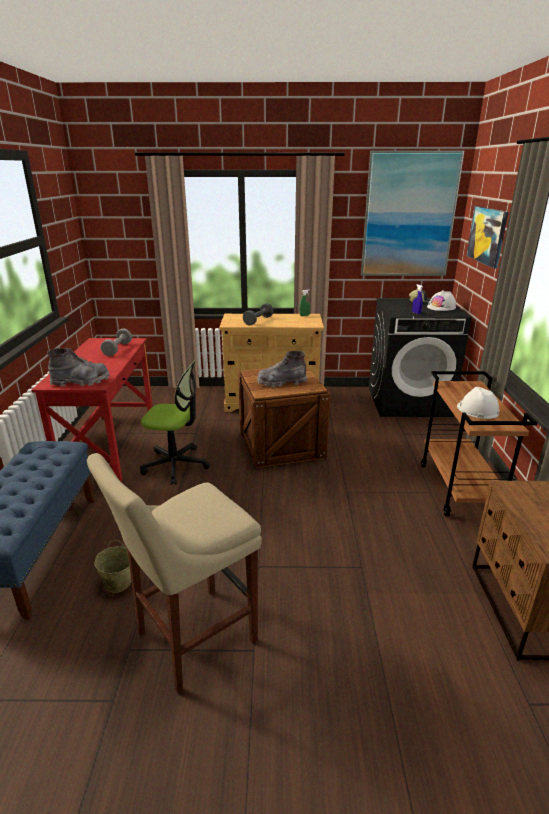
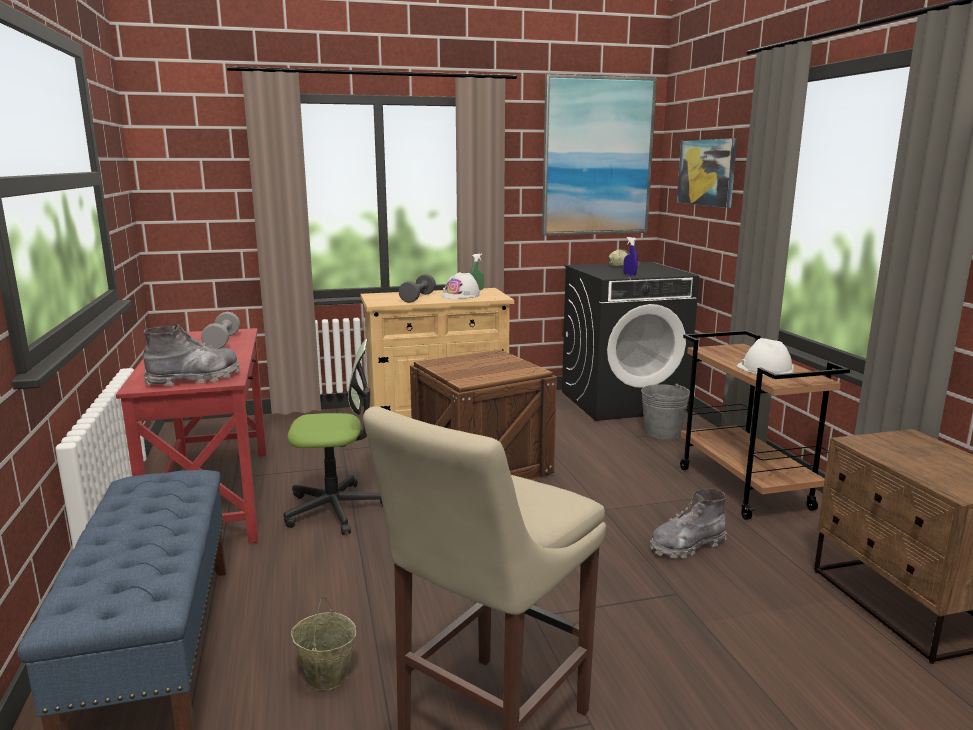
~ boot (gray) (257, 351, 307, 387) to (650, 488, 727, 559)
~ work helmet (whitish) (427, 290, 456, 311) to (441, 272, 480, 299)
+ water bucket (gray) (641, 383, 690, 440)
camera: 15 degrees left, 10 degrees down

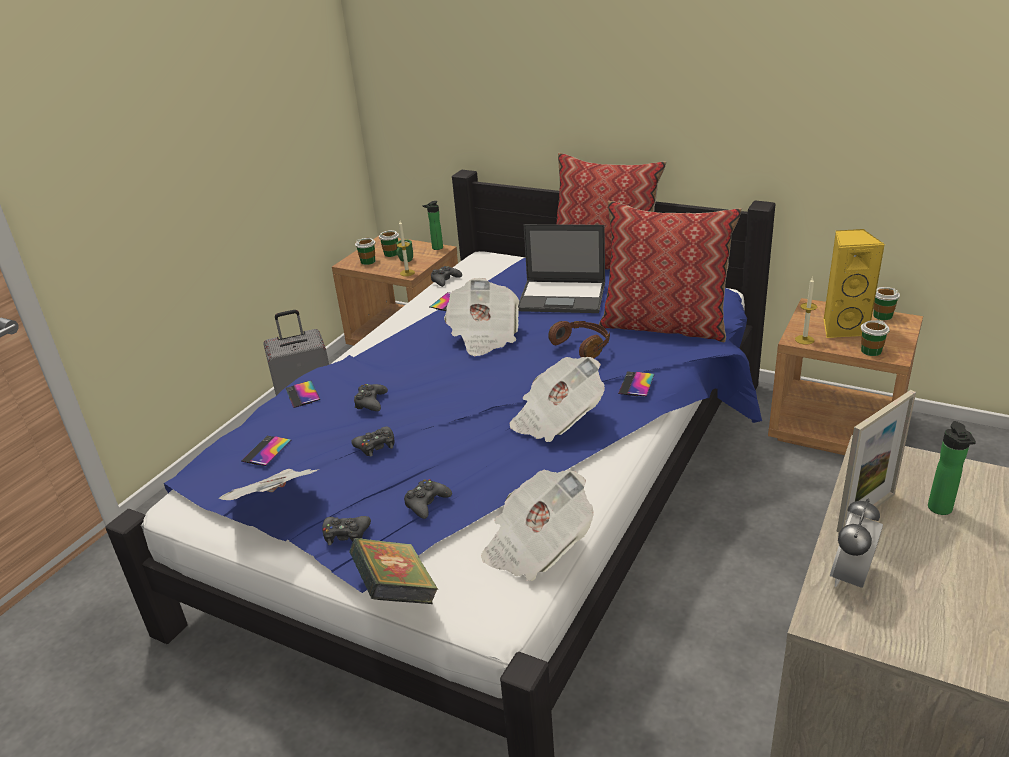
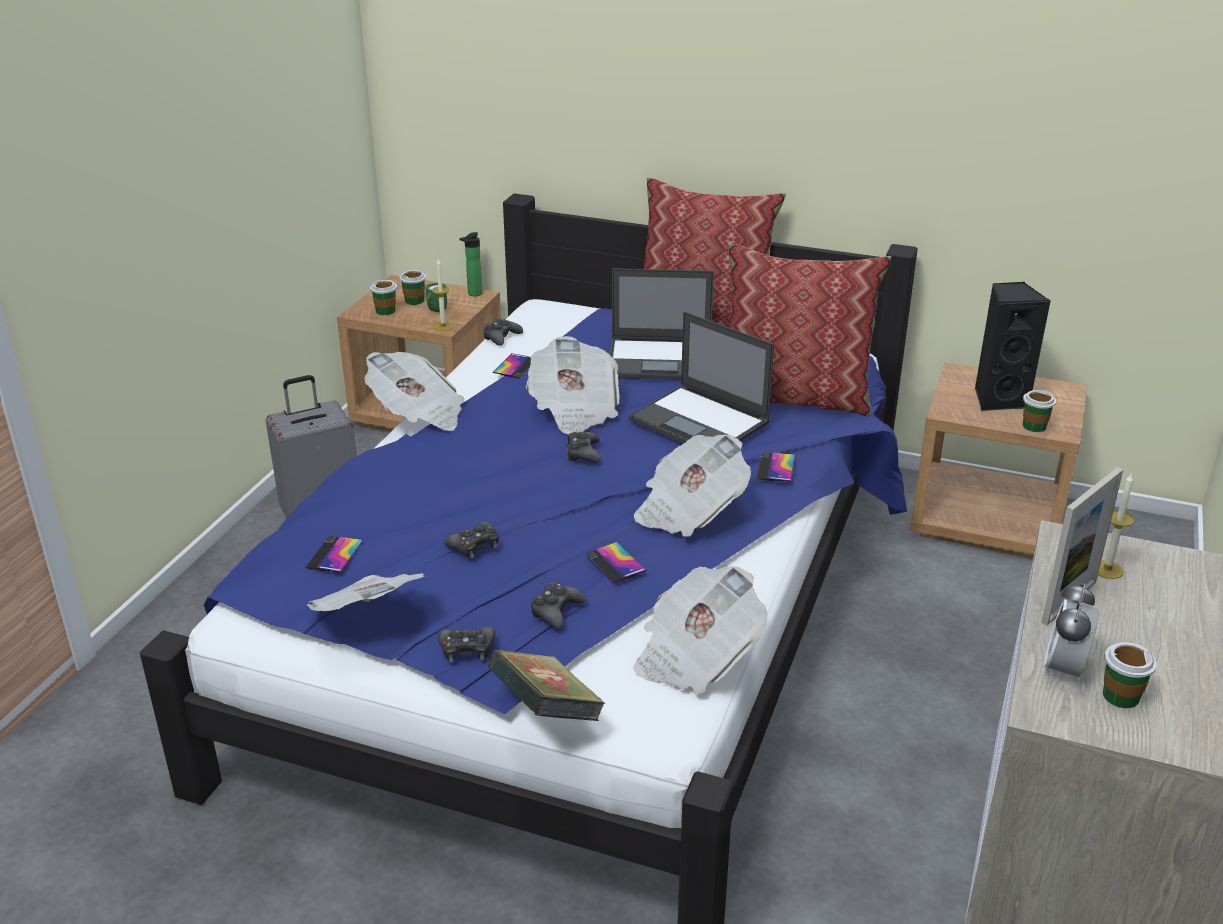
~ handset (285, 381, 320, 408) to (585, 542, 647, 583)
~ joypad (black) (354, 384, 388, 411) to (567, 432, 601, 463)
~ pair of headphones (brown-coloured) (548, 321, 610, 358) to notebook computer (629, 312, 774, 444)
~ wax candle (795, 277, 817, 345) to (1098, 472, 1134, 579)
~ audio speaker (yellowish) (824, 229, 885, 338) to audio speaker (black) (975, 282, 1051, 411)
~ cup (873, 287, 900, 320) to (1103, 642, 1157, 708)
- bottle (928, 421, 976, 515)
+ daily paper (364, 352, 465, 431)
camera: 10 degrees left, 0 degrees up

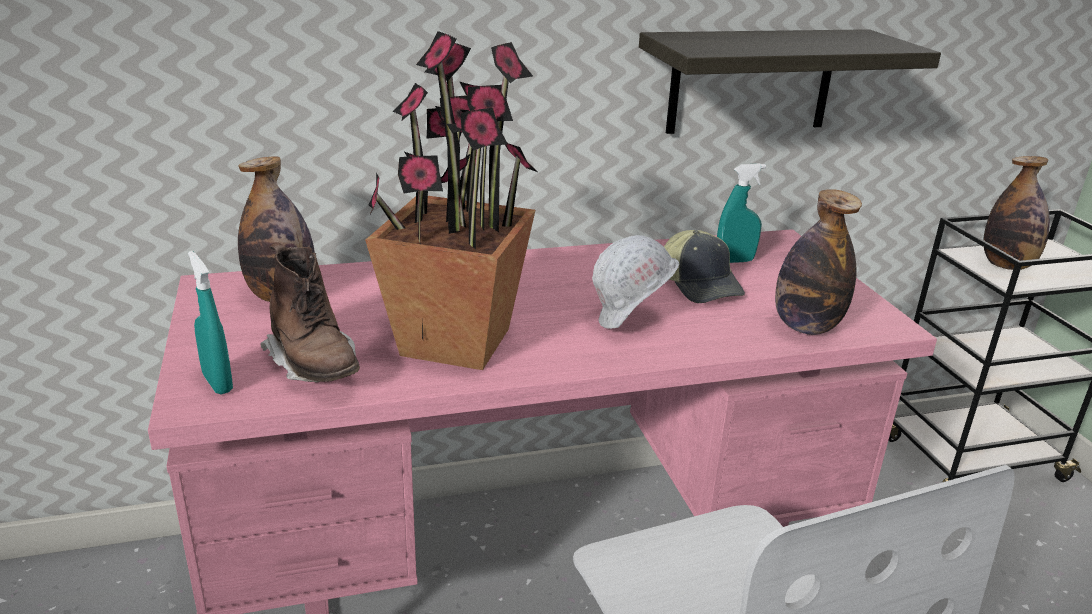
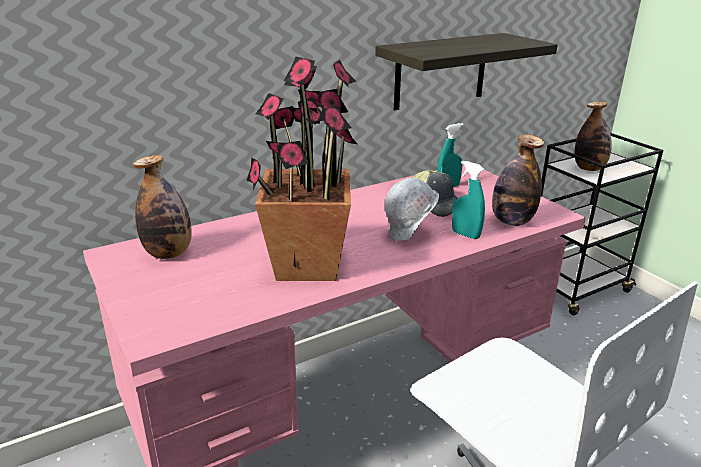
~ hand sprayer (turquoise) (188, 251, 233, 394) to (452, 161, 485, 239)
- boot (brown-coloured) (260, 242, 360, 383)
camera: 15 degrees left, 0 degrees up

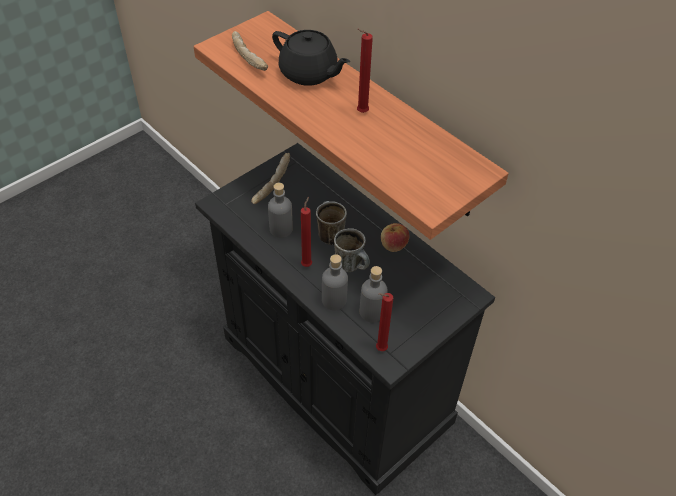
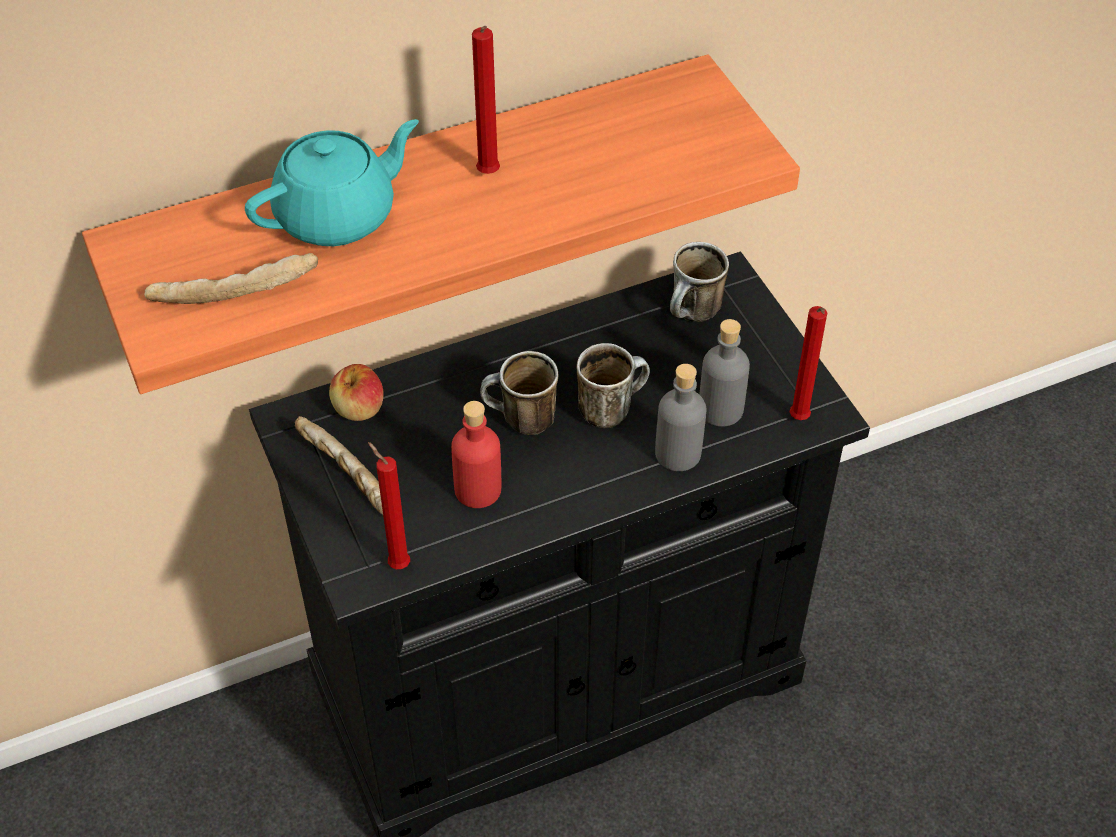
~ bottle (gray) (268, 183, 293, 238) to bottle (red-coloured) (451, 401, 501, 508)
~ pot for tea (black) (272, 30, 350, 86) to pot for tea (turquoise) (245, 119, 419, 246)
~ wax candle (red-coloured) (301, 197, 312, 267) to (368, 442, 410, 569)
~ apple (381, 223, 409, 252) to (329, 364, 383, 421)
+ mug (670, 242, 729, 322)
camera: 70 degrees left, 0 degrees up

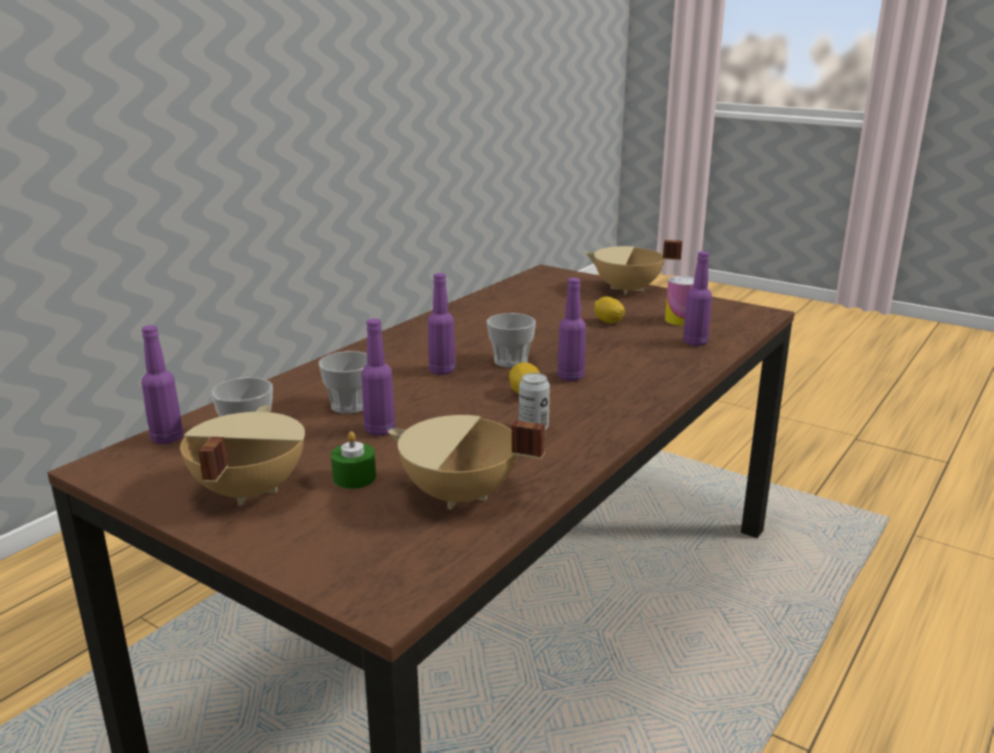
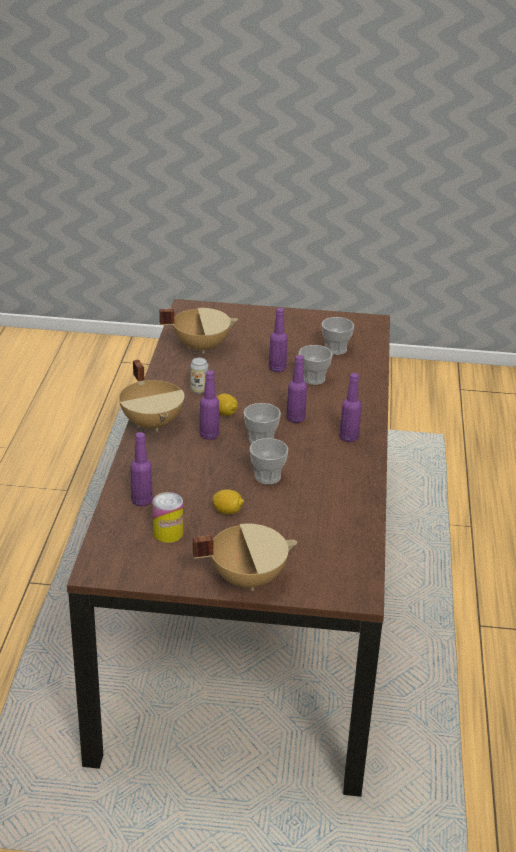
~ bottle (purple) (141, 325, 183, 444) to (339, 373, 361, 442)
~ stockpot (beige-coloured) (180, 405, 305, 505) to (119, 360, 184, 432)
- wax candle (green) (331, 431, 376, 489)
+ cup (250, 438, 288, 484)
camera: 150 degrees right, 10 degrees up

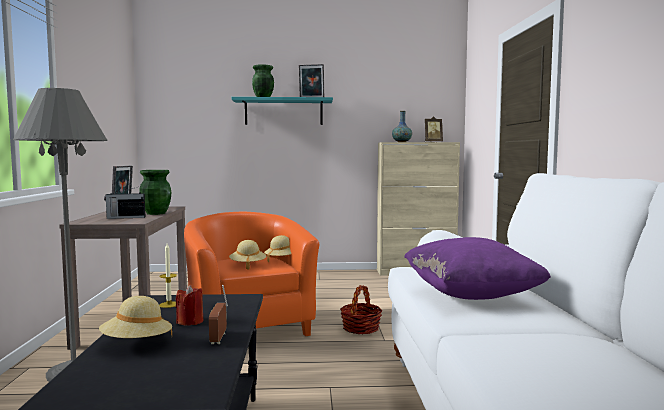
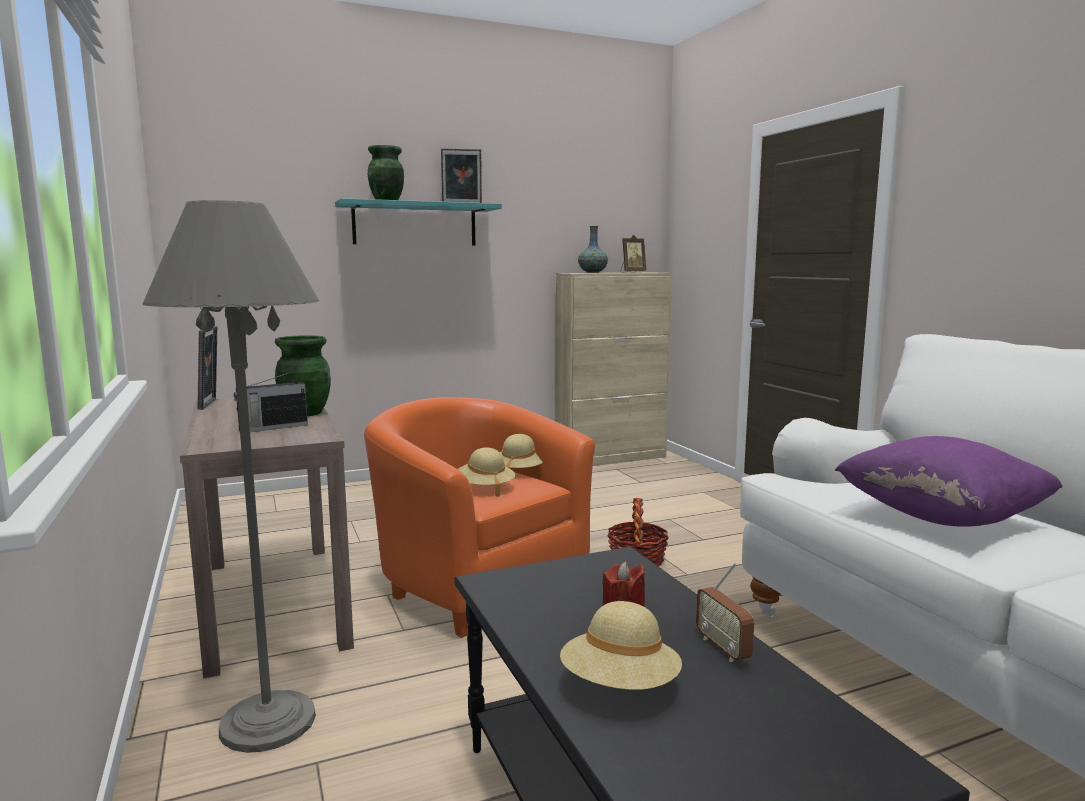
- wax candle (159, 244, 177, 308)
camera: 20 degrees left, 5 degrees up

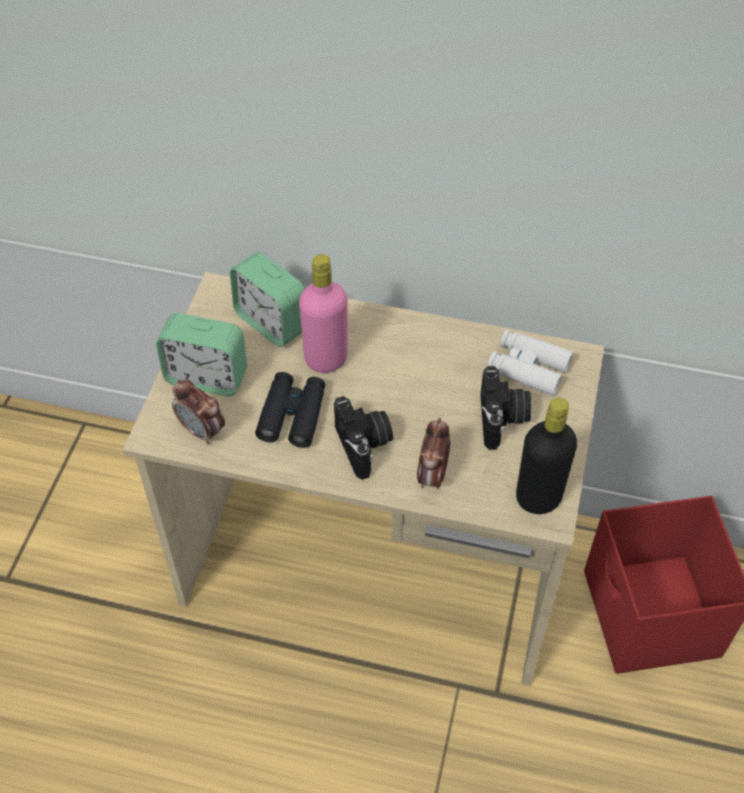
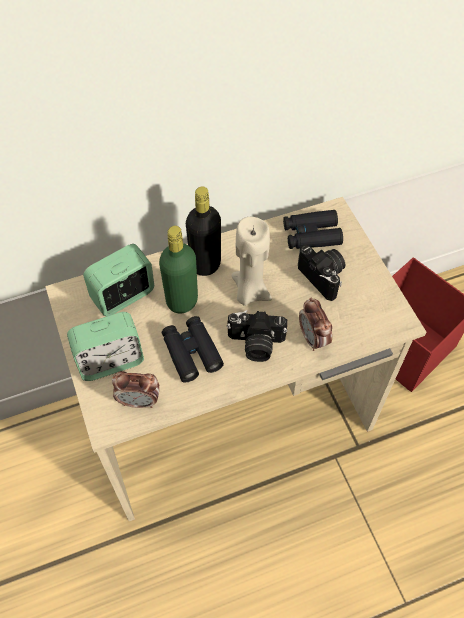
~ alarm clock (230, 252, 305, 347) = (83, 244, 154, 316) 135 degrees clockwise
~ bottle (pink) (299, 254, 348, 373) to bottle (green) (159, 226, 198, 314)
~ photo camera (334, 396, 393, 480) = (226, 310, 288, 362) 150 degrees clockwise
~ field glasses (whitish) (487, 329, 573, 396) to field glasses (black) (283, 210, 343, 249)
~ bottle (black) (516, 398, 577, 514) to (186, 186, 221, 276)
+ wax candle (beige-coloured) (232, 217, 272, 306)
camera: 35 degrees left, 5 degrees up

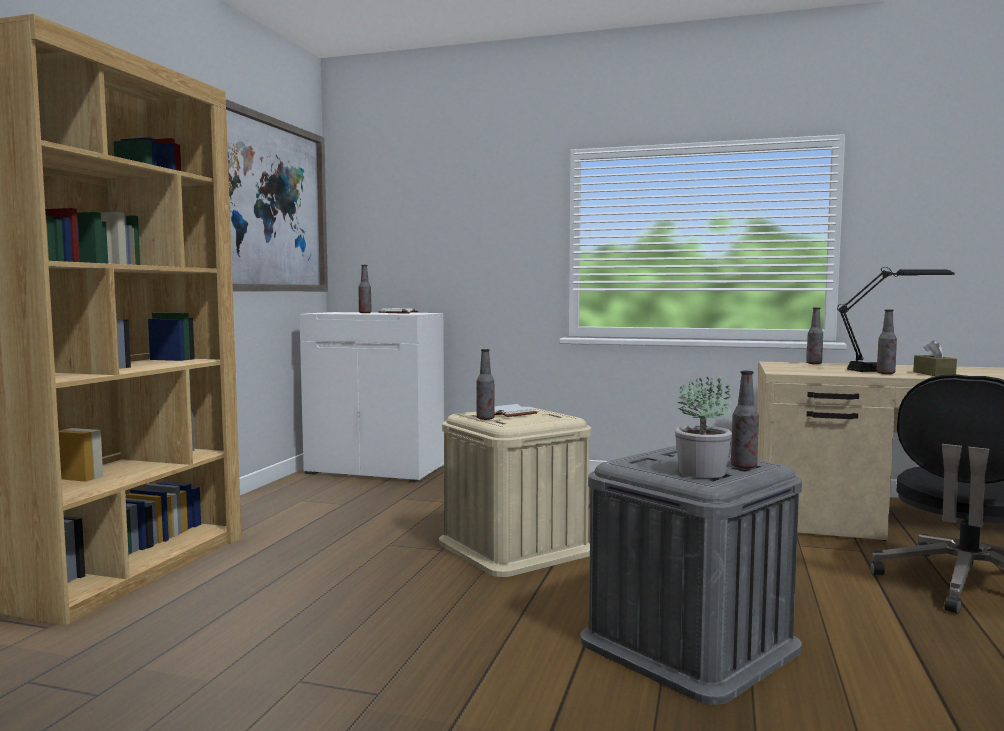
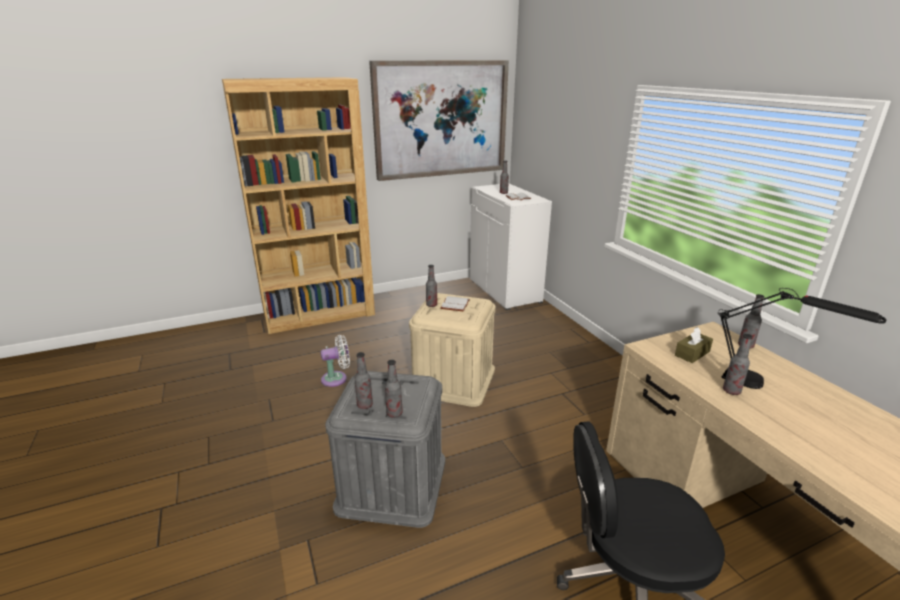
~ potted plant (675, 375, 732, 478) to bottle (355, 352, 373, 409)
~ tissue box (brown-coloured) (913, 340, 957, 376) to (675, 327, 713, 363)
+ electric fan (whitish) (320, 335, 350, 387)
camera: 50 degrees right, 20 degrees up

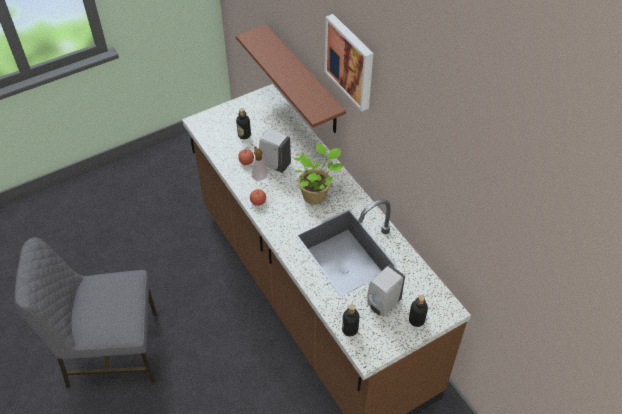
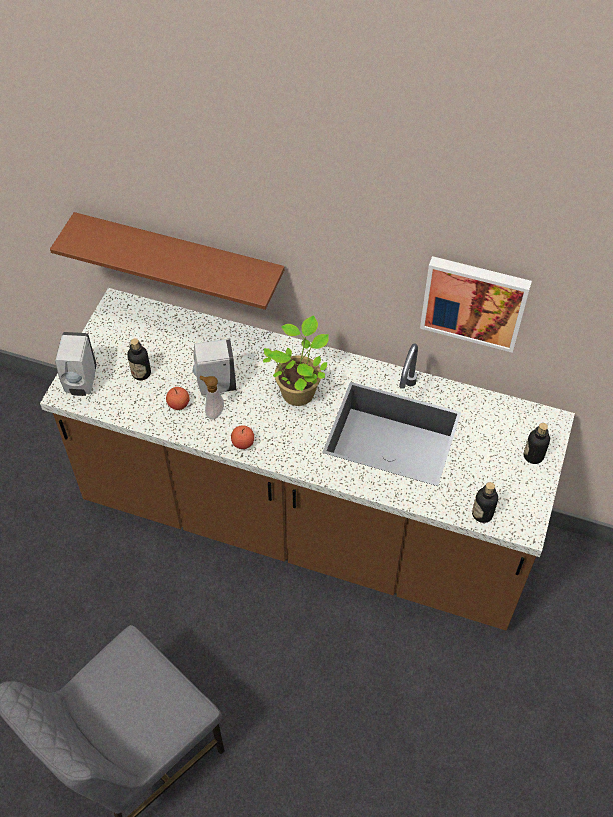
~ wall picture (324, 14, 373, 111) to (420, 256, 532, 353)
~ liquid soap bottle (whitish) (367, 265, 405, 317) to (55, 332, 97, 396)
camera: 40 degrees left, 5 degrees up

